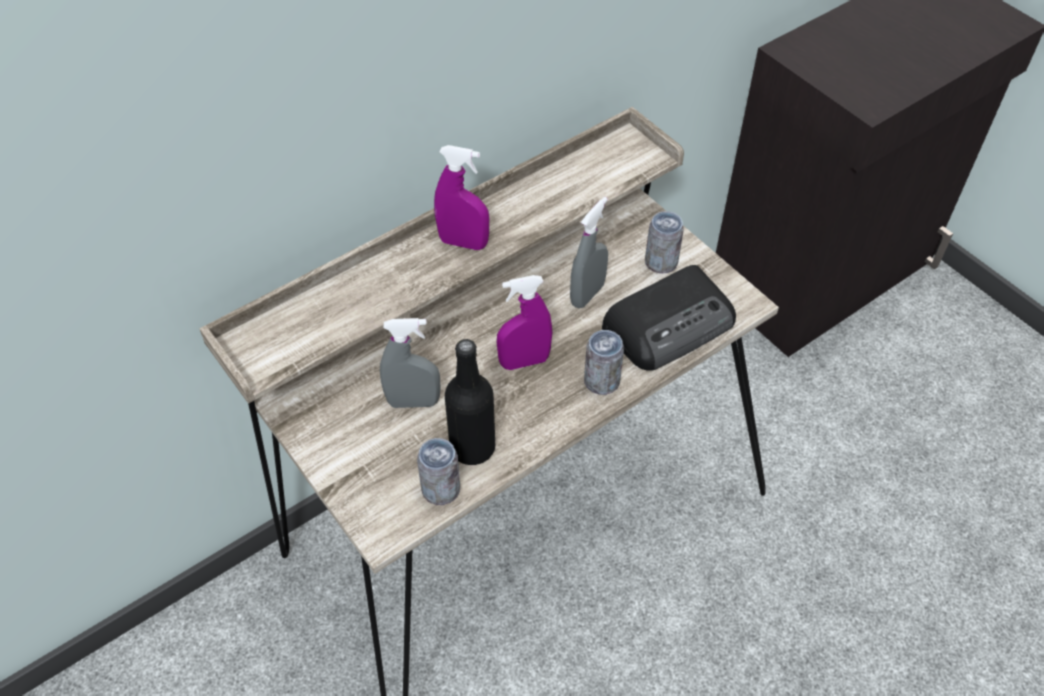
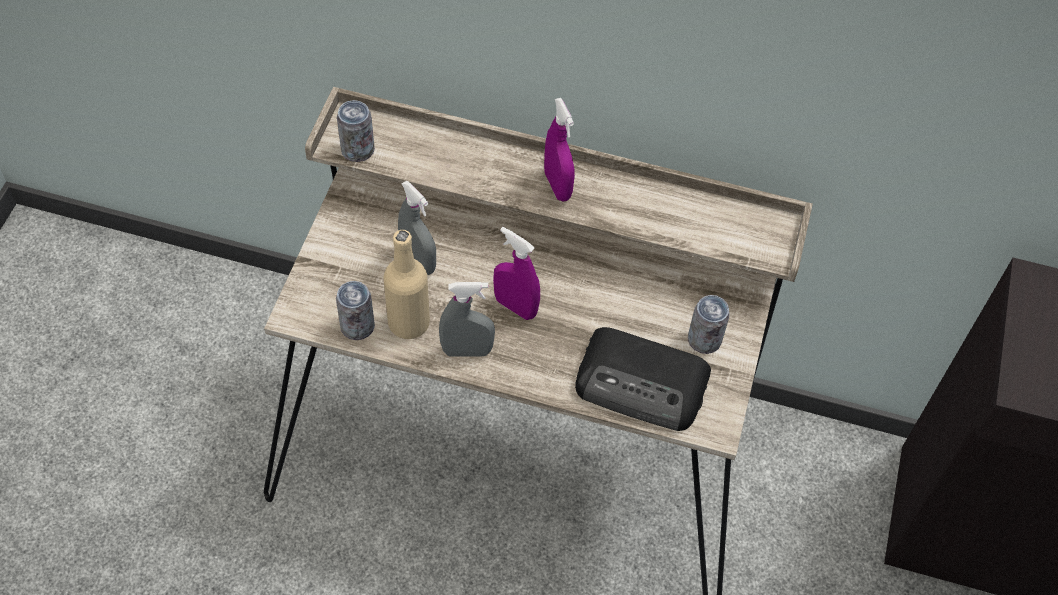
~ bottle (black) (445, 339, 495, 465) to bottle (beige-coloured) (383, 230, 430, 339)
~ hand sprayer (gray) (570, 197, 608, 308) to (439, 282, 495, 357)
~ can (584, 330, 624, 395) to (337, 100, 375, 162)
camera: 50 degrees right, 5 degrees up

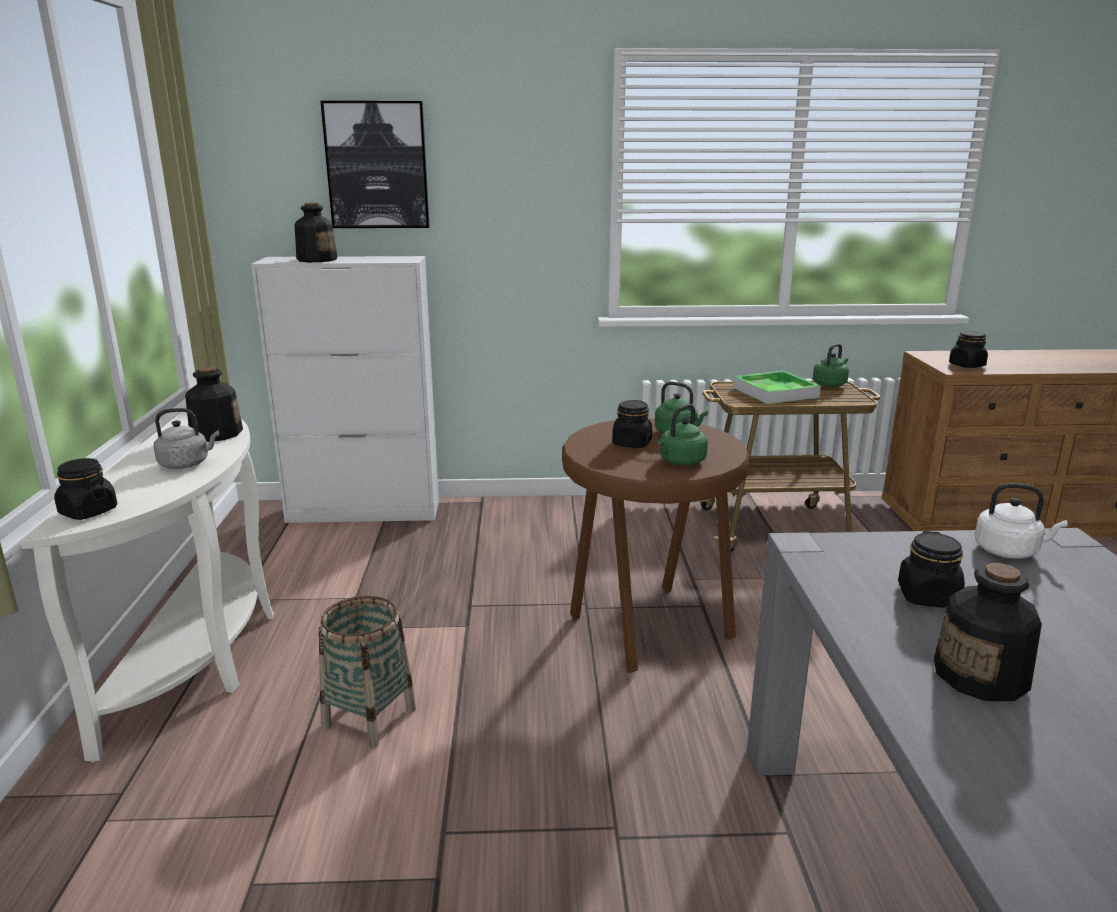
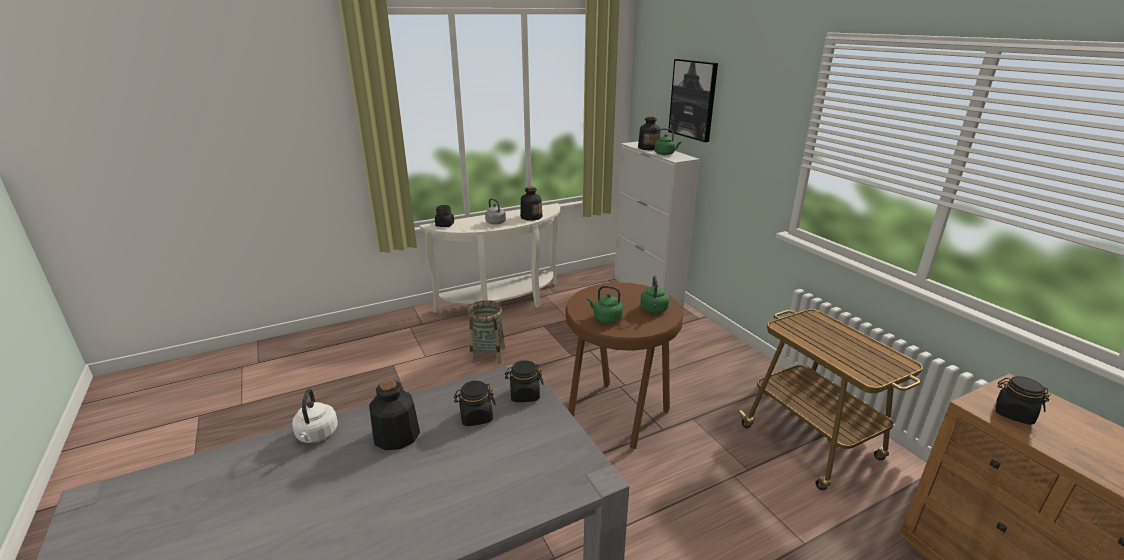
~ preserve jar (black) (612, 400, 652, 448) to (505, 360, 543, 402)
- tray (733, 371, 821, 404)
~ water kettle (green) (813, 344, 849, 387) to (654, 128, 681, 155)
~ water kettle (whitish) (975, 483, 1068, 559) to (292, 389, 338, 443)
camera: 65 degrees right, 5 degrees up

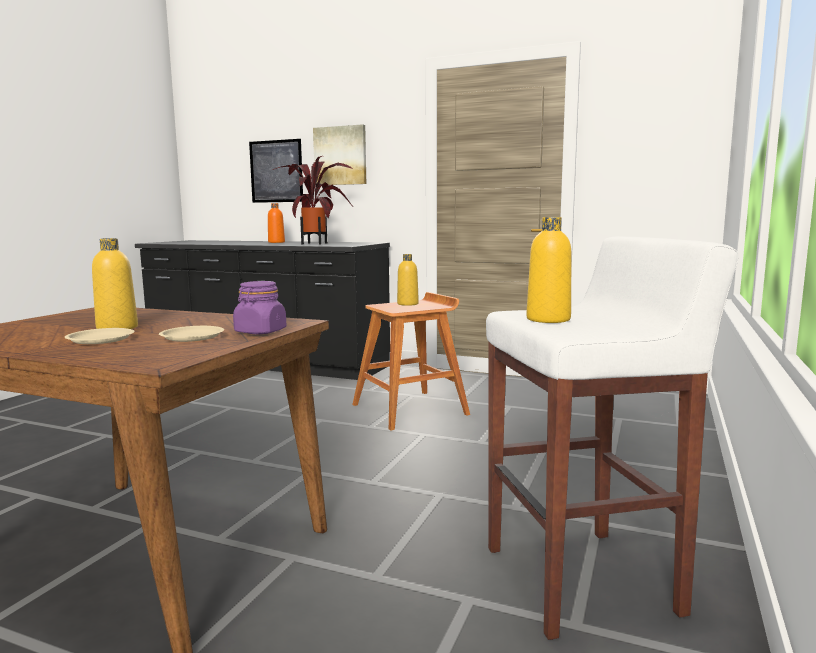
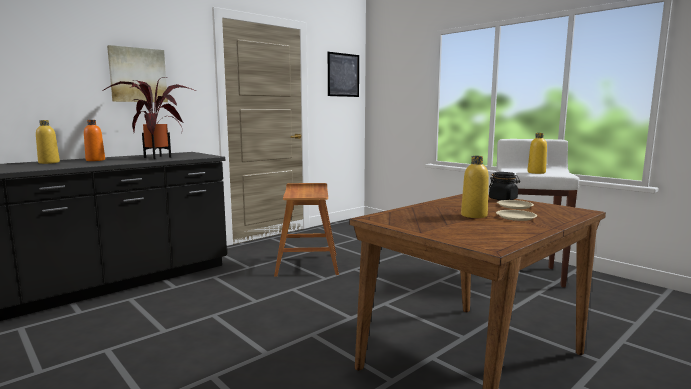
~ preserve jar (purple) (233, 281, 287, 334) to preserve jar (black) (489, 172, 520, 200)
~ wall picture (249, 139, 303, 203) to (328, 52, 359, 97)
~ bottle (yellowish) (397, 254, 419, 306) to (36, 120, 60, 164)
camera: 65 degrees left, 0 degrees up

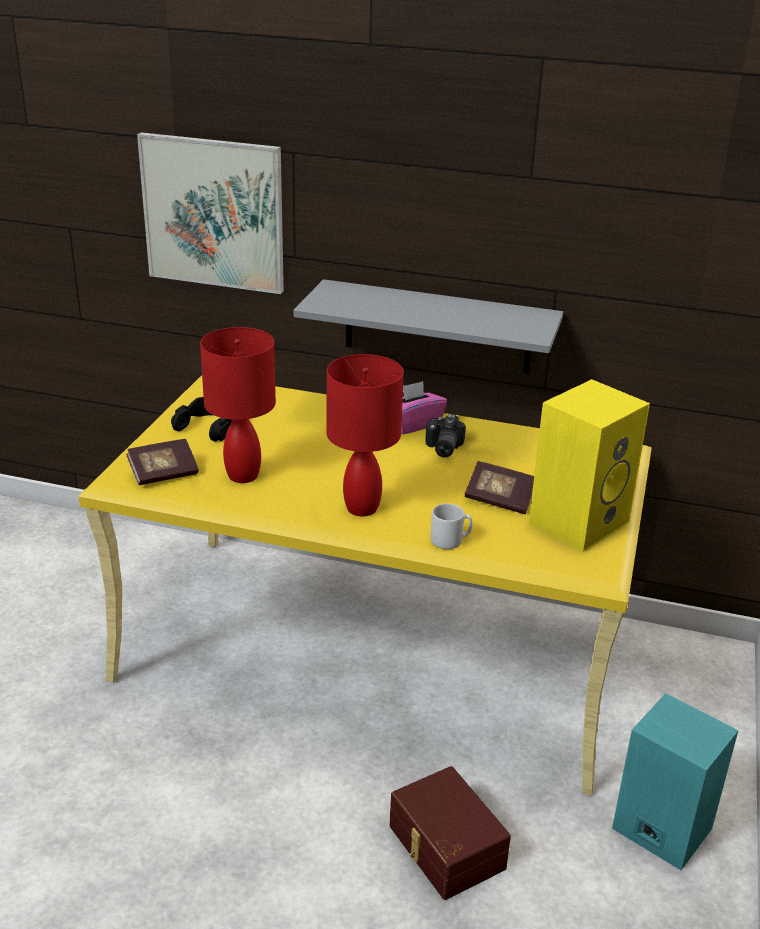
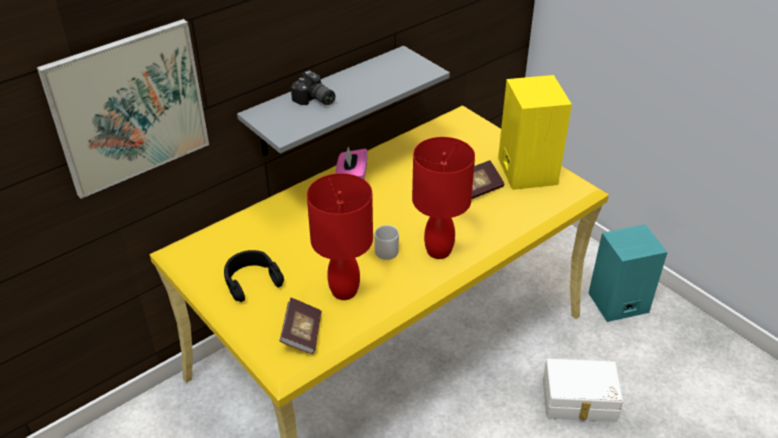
~ storage bin (brown-coloured) (390, 766, 511, 900) to storage bin (whitish) (543, 358, 623, 422)
~ photo camera (426, 414, 466, 458) to (291, 70, 336, 105)
~ mug (gray) (430, 504, 472, 549) to (374, 225, 399, 260)
camera: 55 degrees left, 10 degrees up

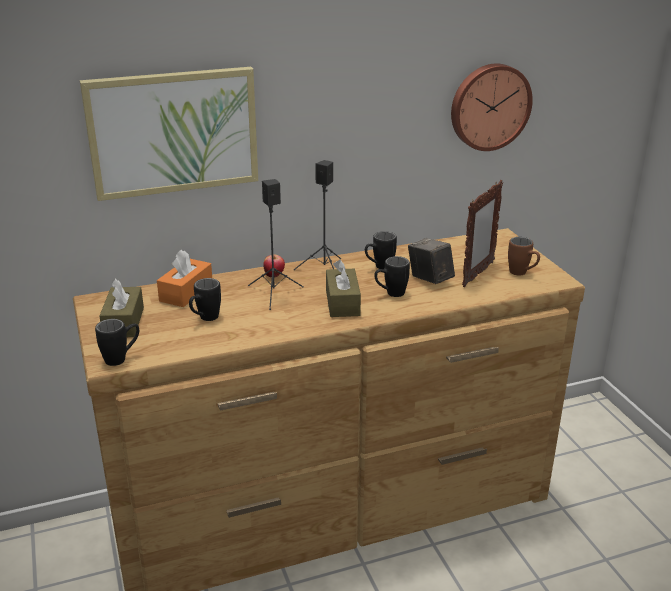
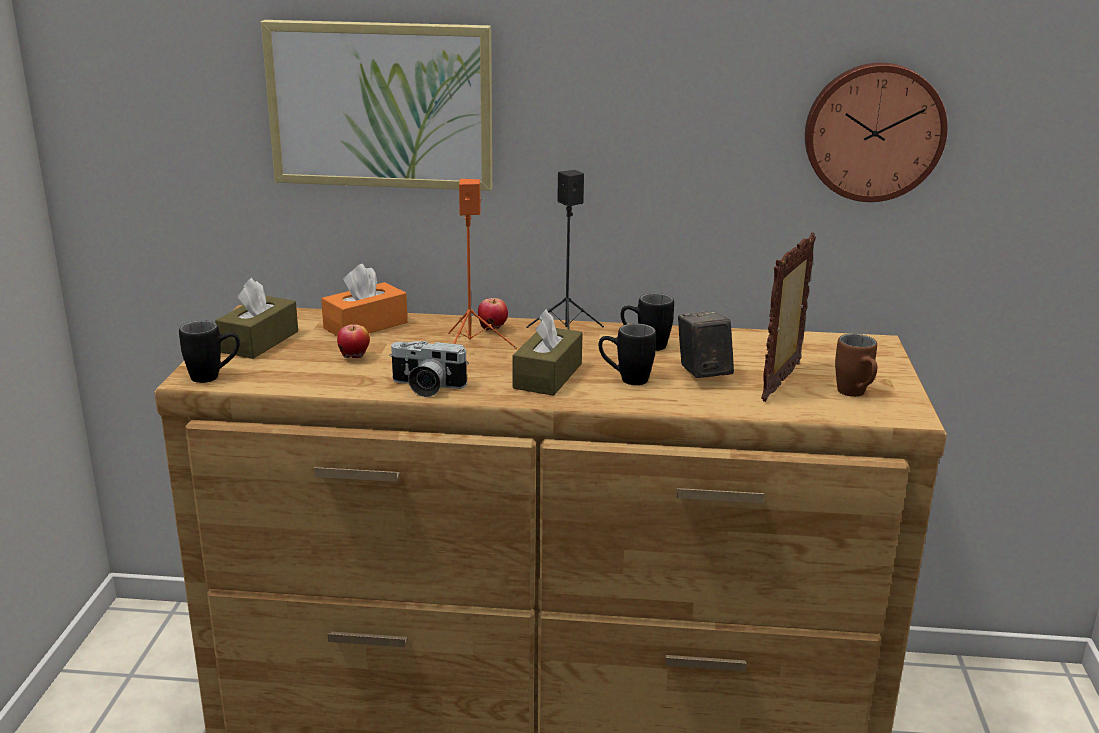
~ mug (black) (189, 278, 221, 321) to apple (337, 324, 370, 358)
~ audio speaker (black) (248, 179, 304, 310) to audio speaker (orange) (448, 179, 517, 349)
~ picture frame (462, 180, 503, 287) = (761, 232, 816, 402) 150 degrees clockwise
+ photo camera (389, 341, 469, 397)
camera: 25 degrees right, 5 degrees down

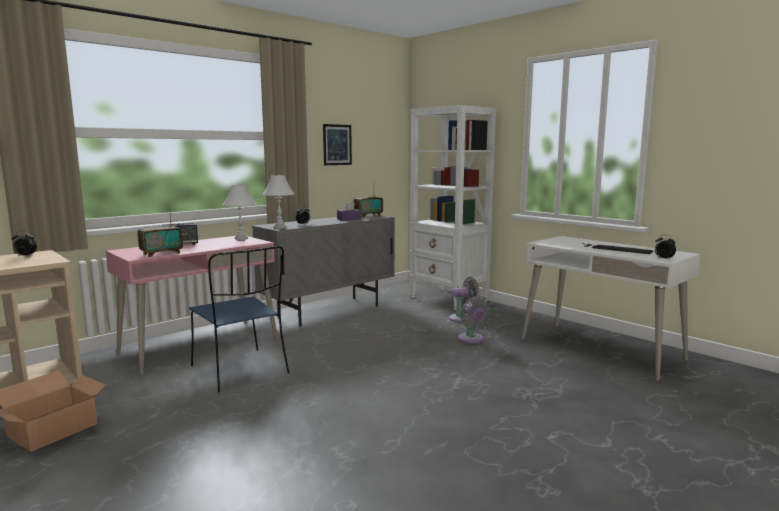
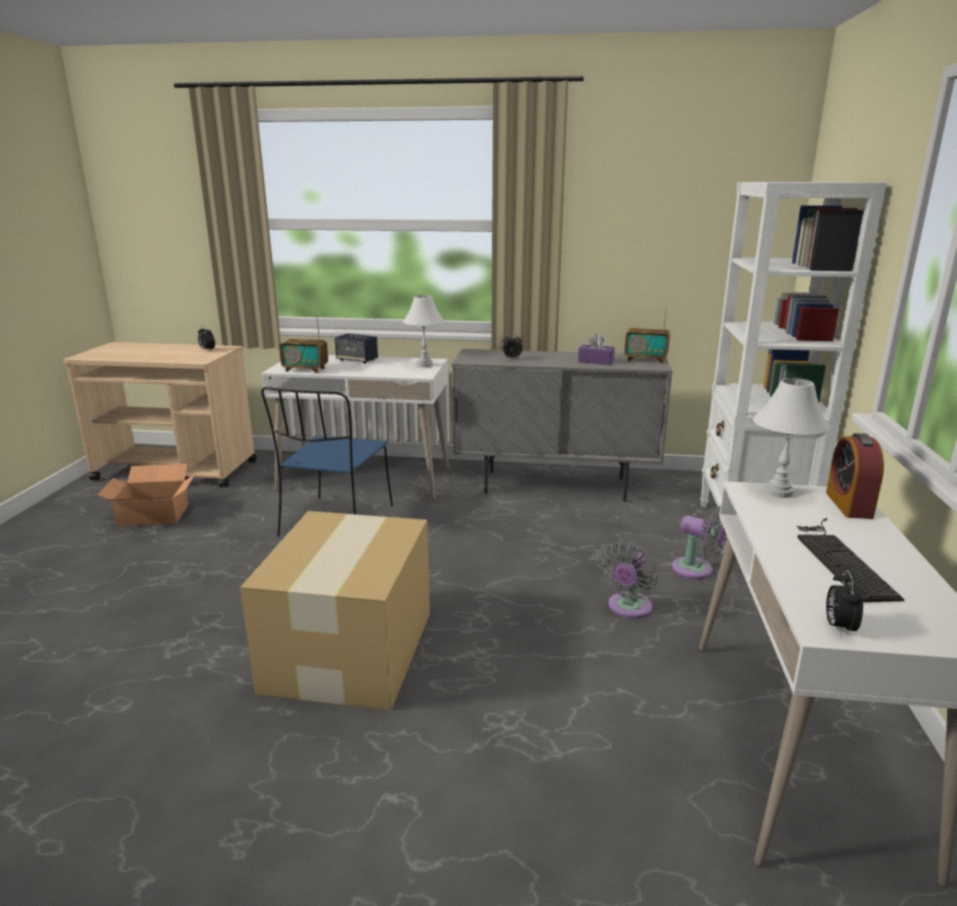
~ desk table (pink) (106, 236, 278, 375) to desk table (whitish) (261, 355, 449, 500)
~ lamp for a table (whitish) (262, 175, 294, 229) to (753, 378, 830, 498)
- wall picture (323, 124, 352, 165)
+ carton (240, 511, 430, 711)
+ alarm clock (826, 433, 884, 519)
camera: 50 degrees right, 10 degrees up

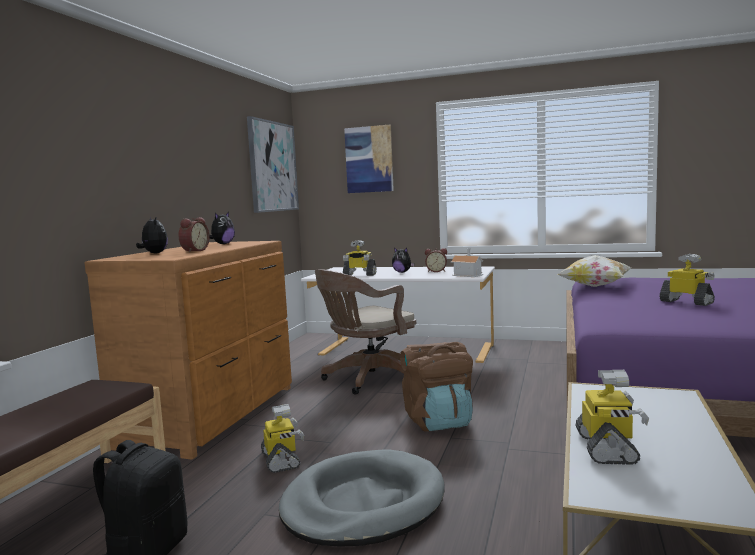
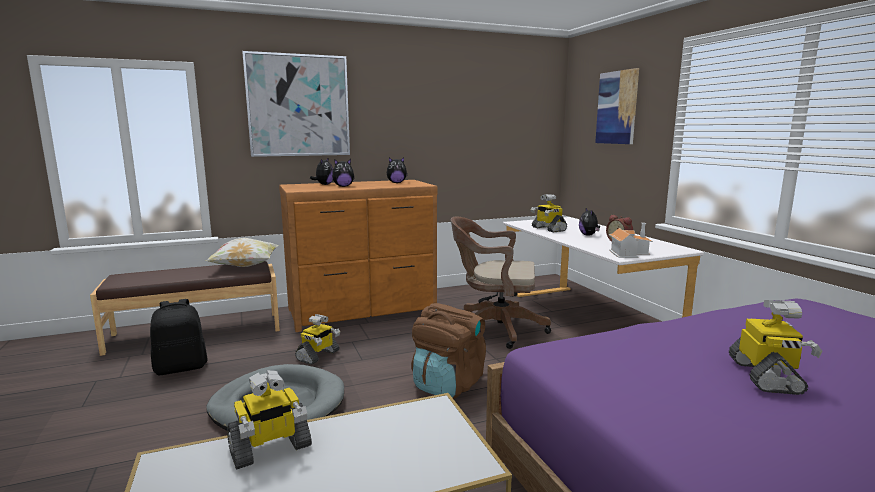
~ alarm clock (178, 217, 210, 252) to cuddly toy (332, 159, 355, 187)
~ wall picture (247, 116, 299, 213) to (242, 51, 350, 157)
~ cushion (558, 255, 631, 287) to (206, 238, 279, 267)
camera: 50 degrees right, 5 degrees up

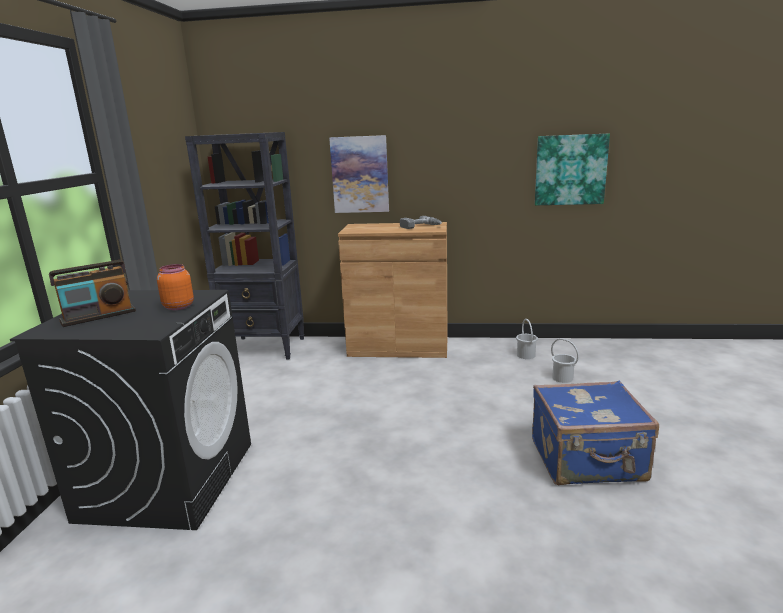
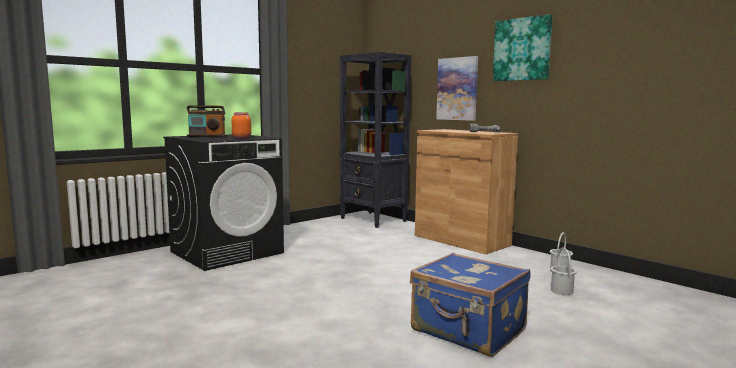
~ wall picture (535, 134, 610, 205) to (493, 14, 552, 81)
camera: 40 degrees right, 10 degrees down

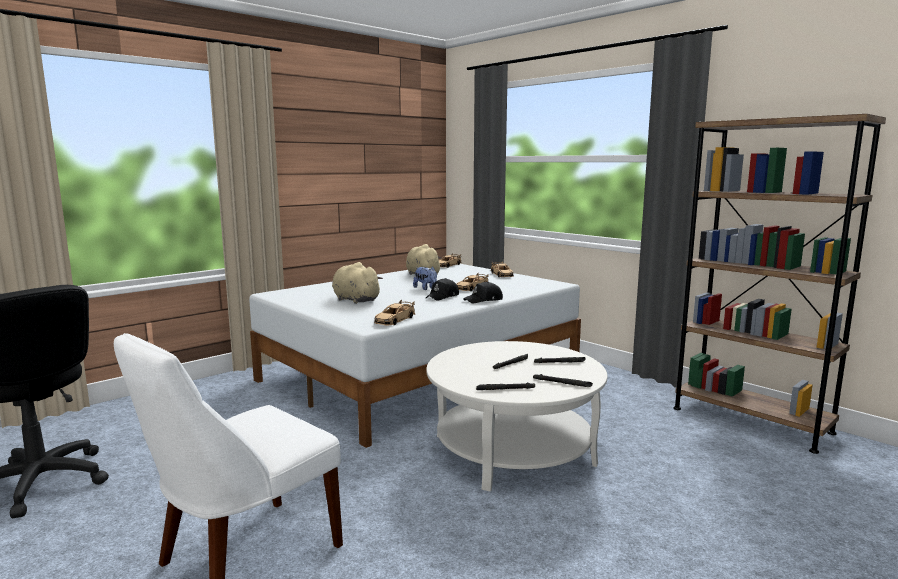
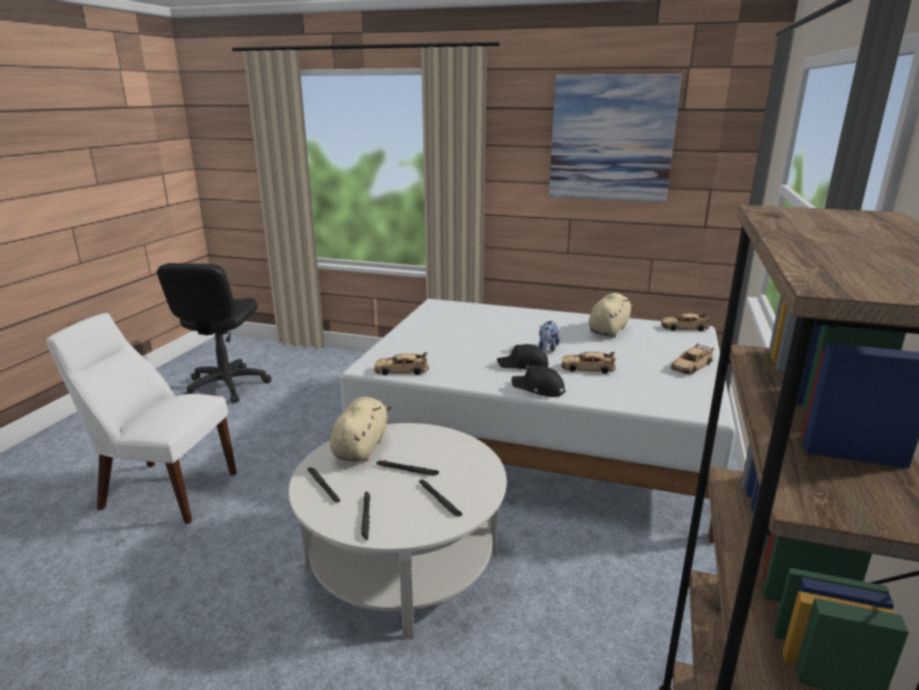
~ cuddly toy (beige-coloured) (332, 262, 383, 304) to (330, 397, 392, 462)
+ wall picture (549, 74, 682, 202)
camera: 60 degrees right, 10 degrees up

